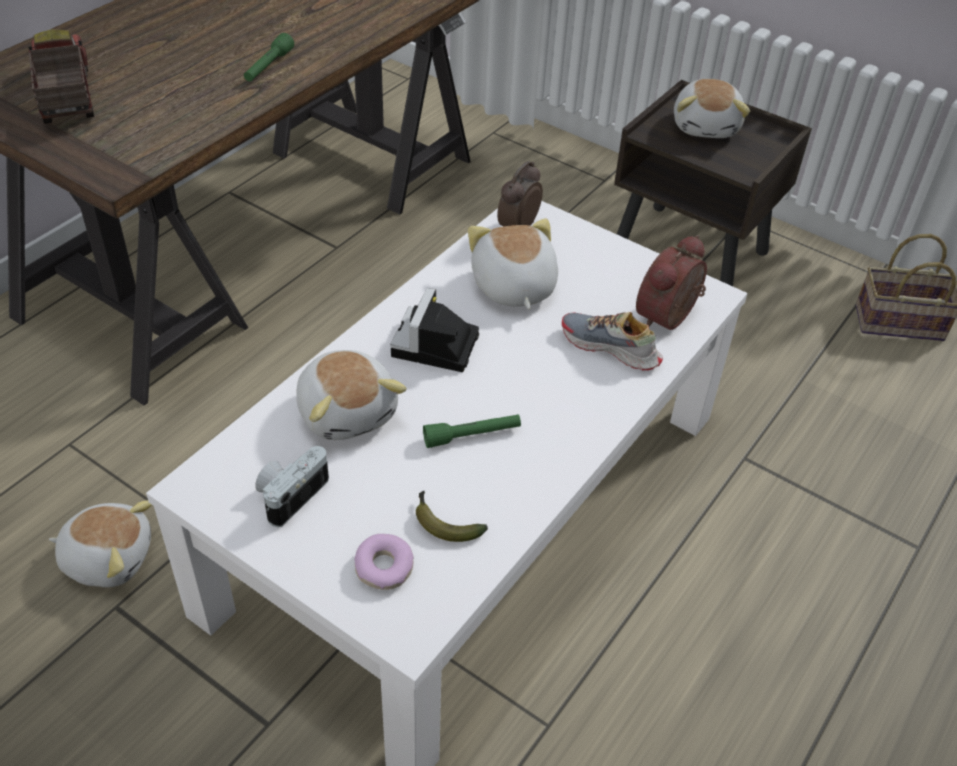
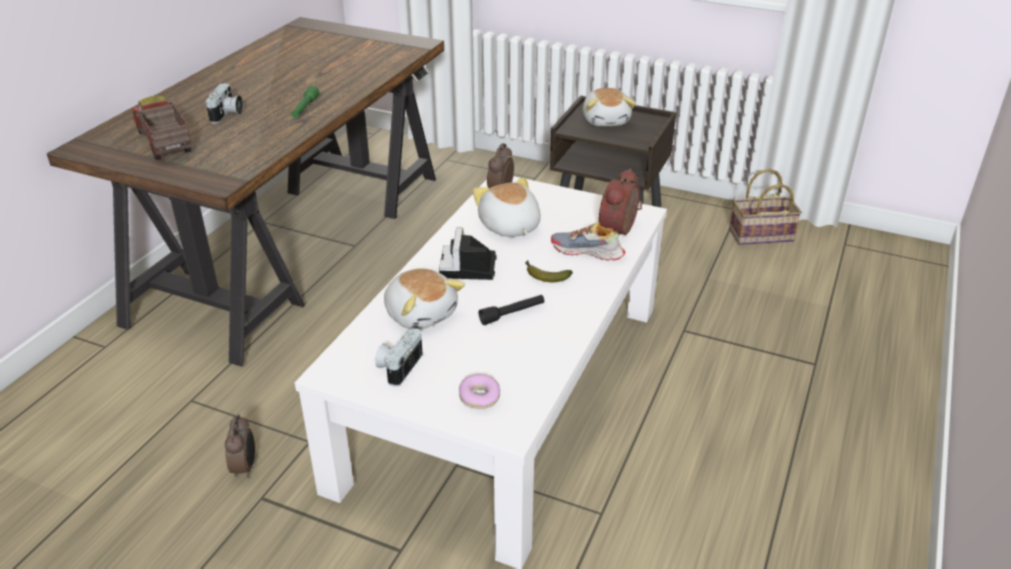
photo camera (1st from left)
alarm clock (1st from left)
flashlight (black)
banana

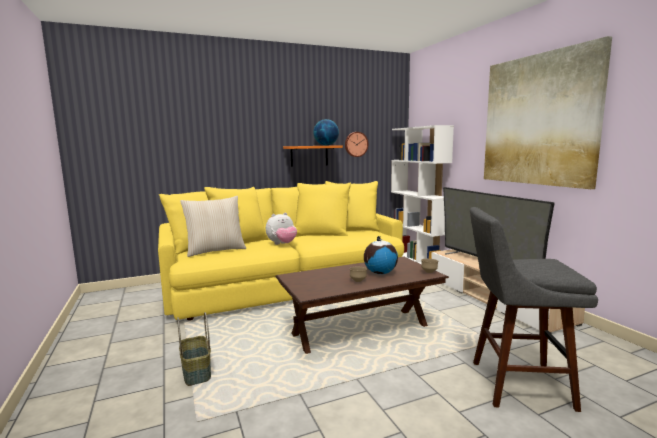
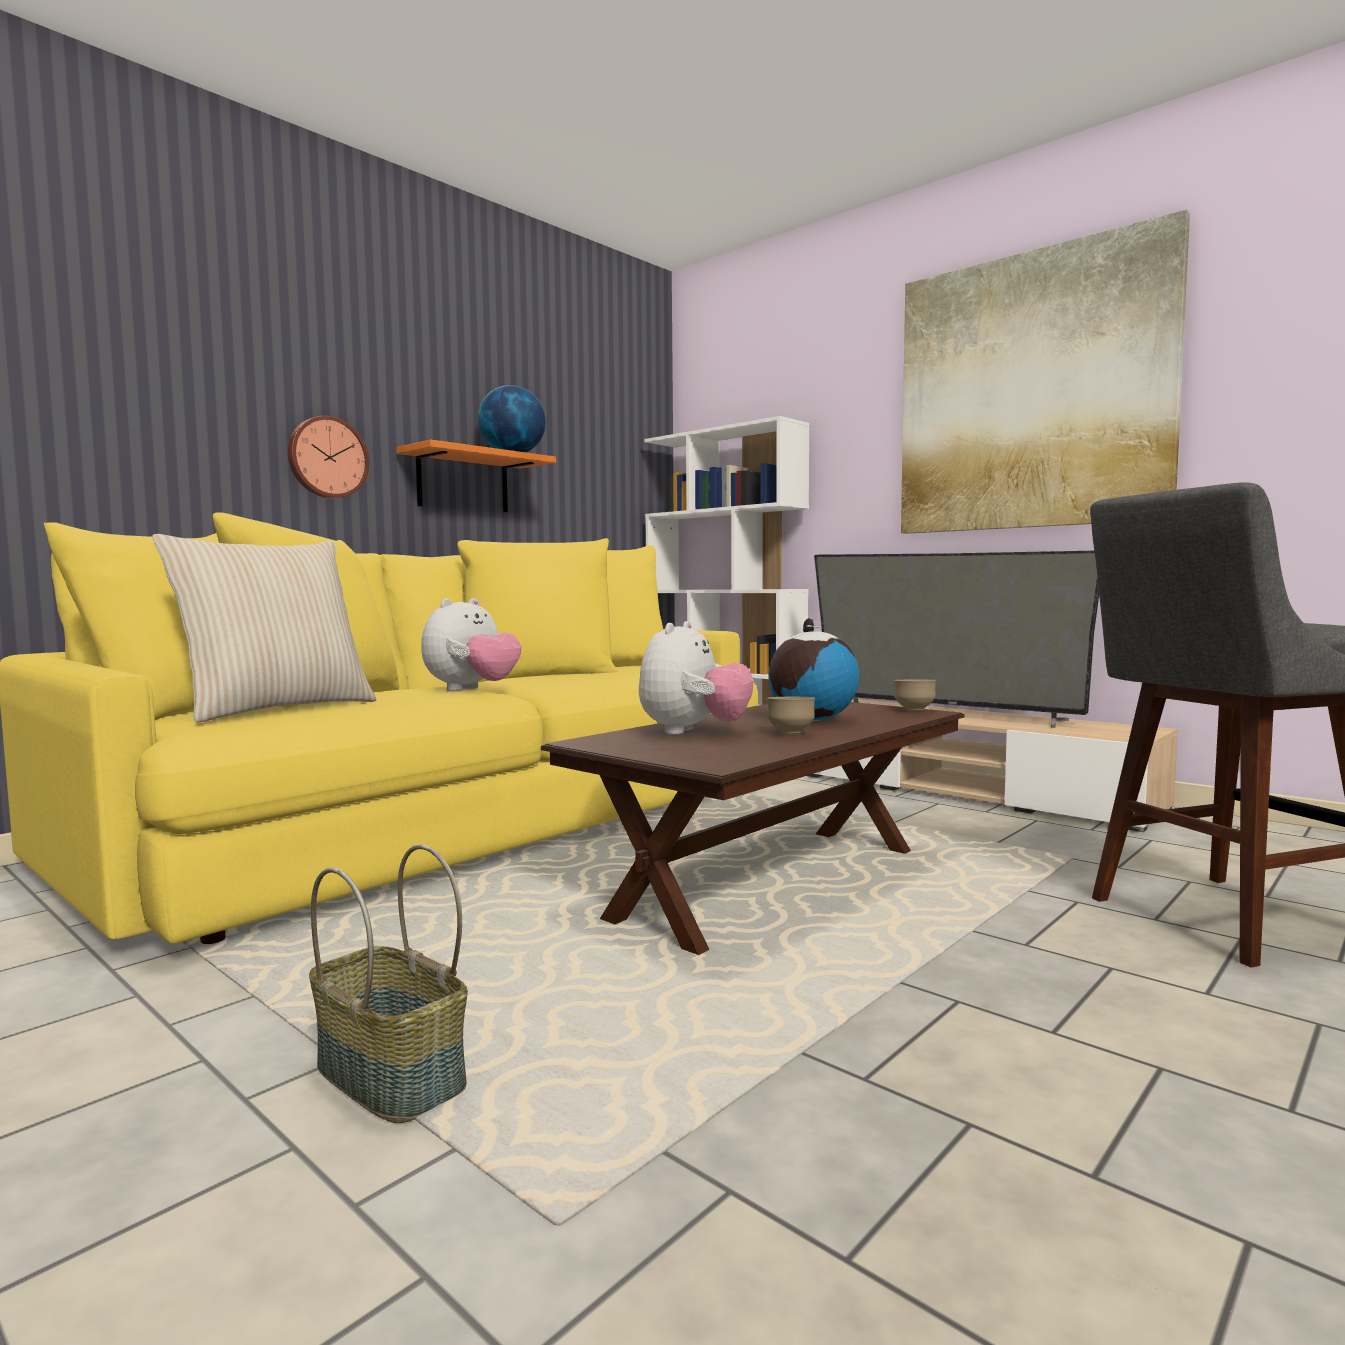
wall clock
plush toy (2nd from left)

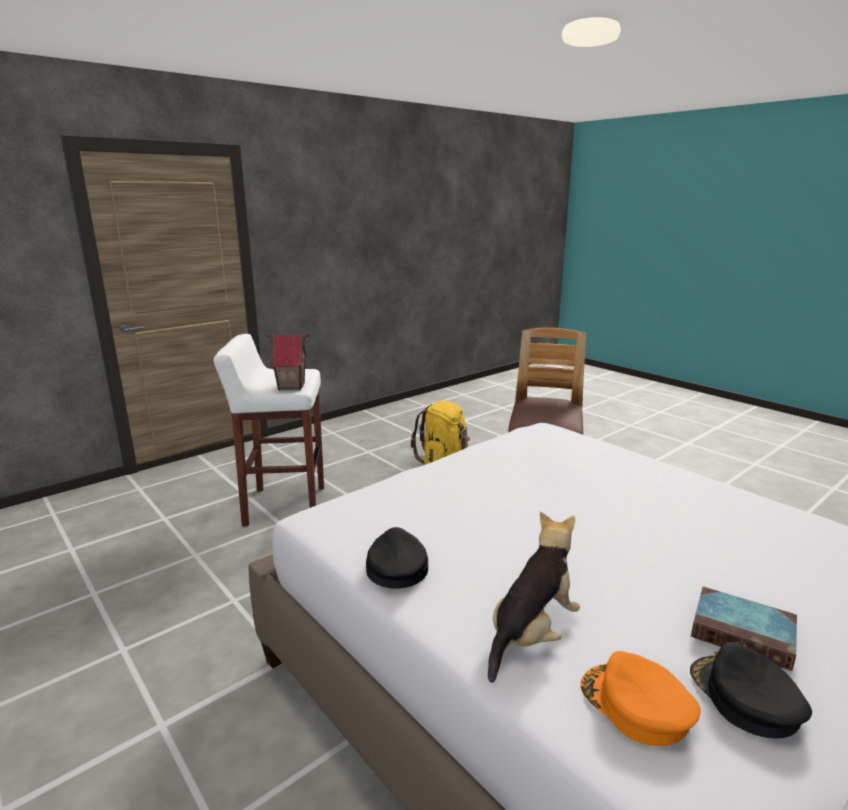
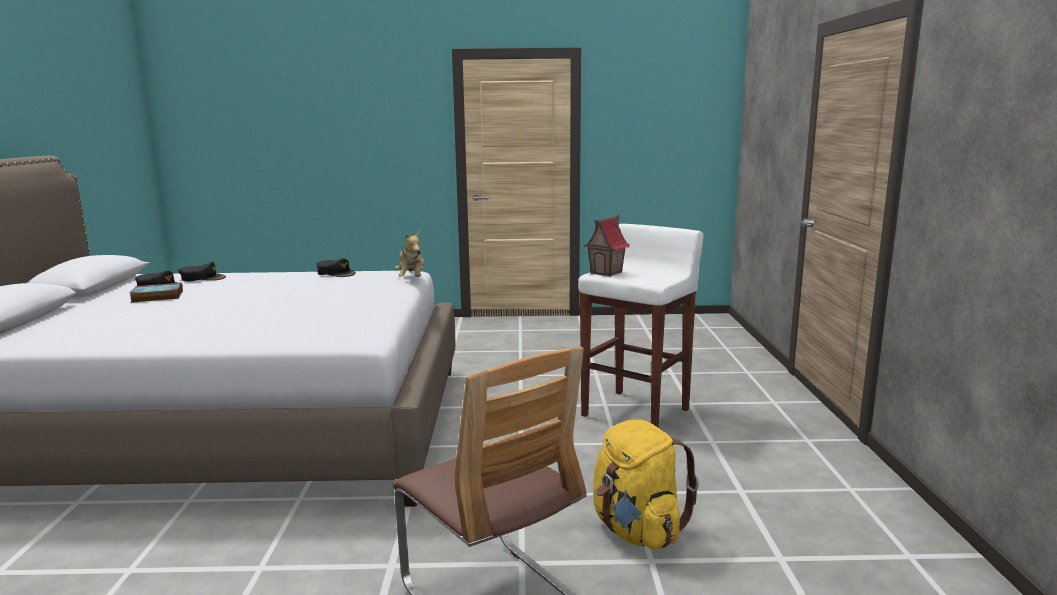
cap (black) (2nd from left)
plush toy

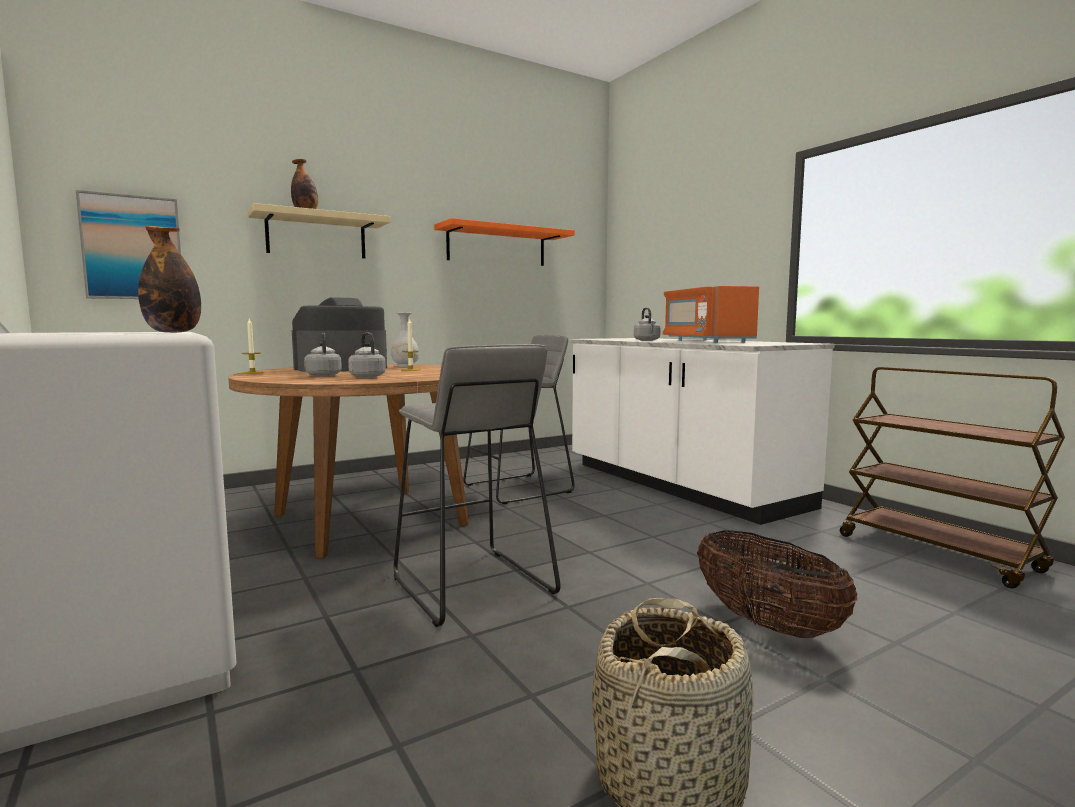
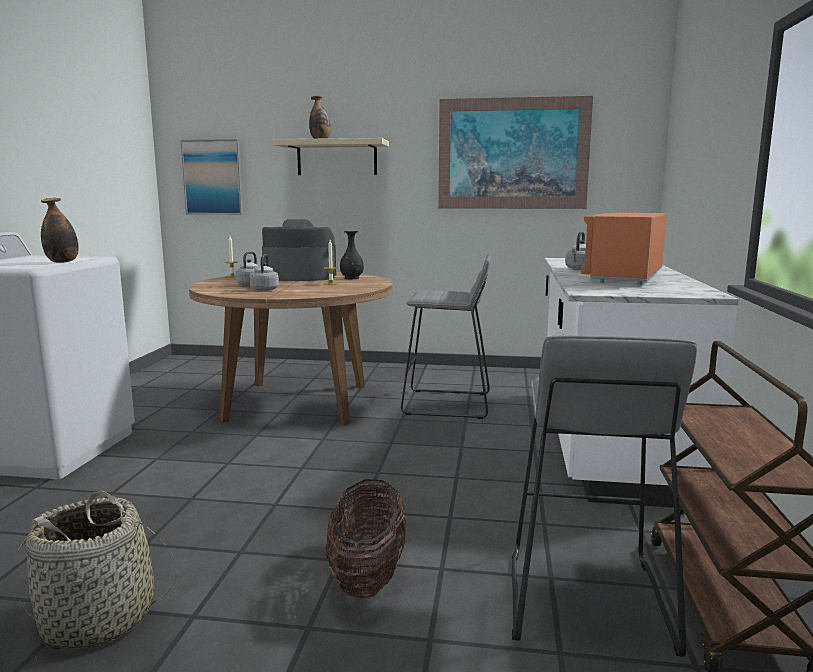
vase (black)
picture (2nd from left)
stool (grey) (2nd from left)

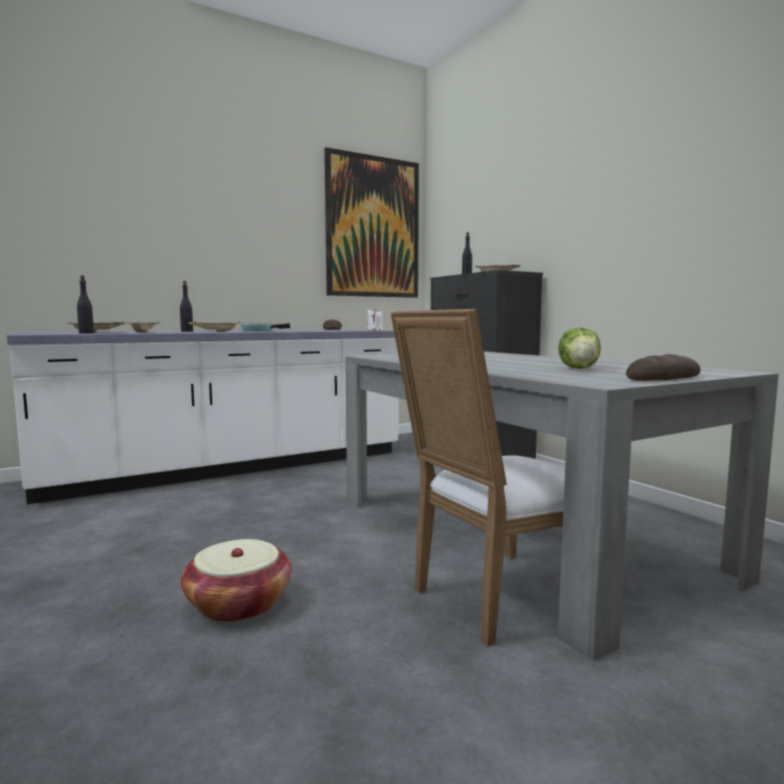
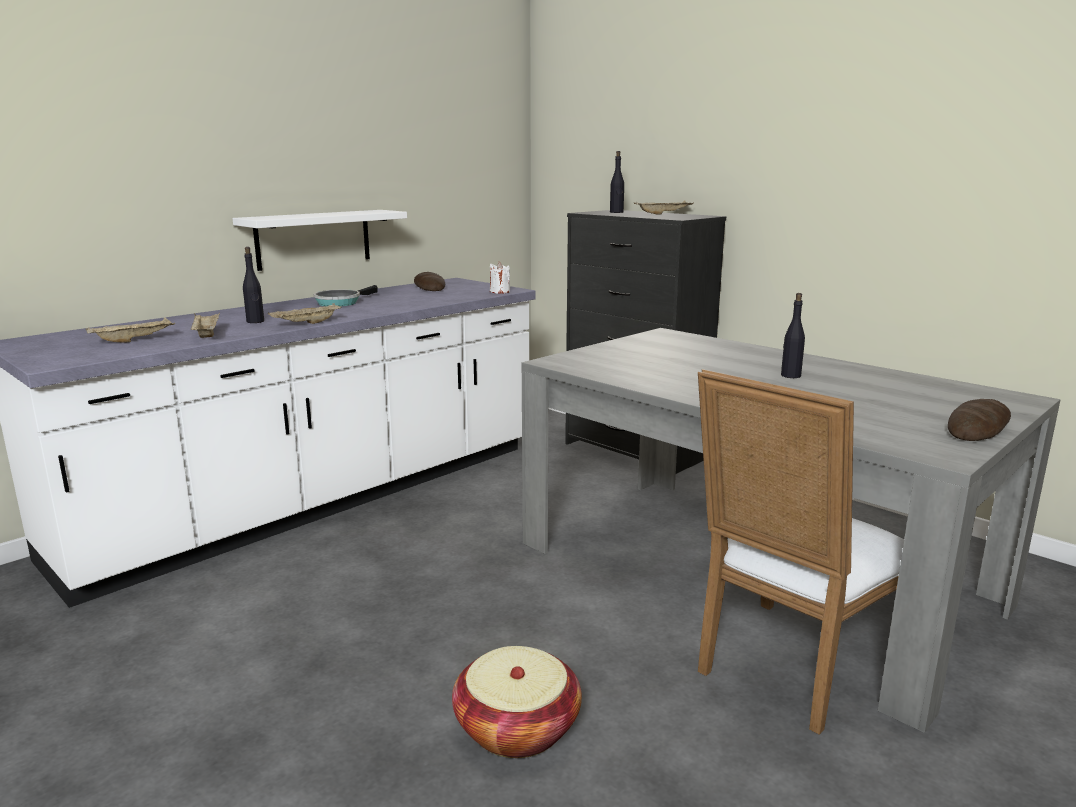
shelf (white)
bottle (black) (3rd from left)
picture
lettuce

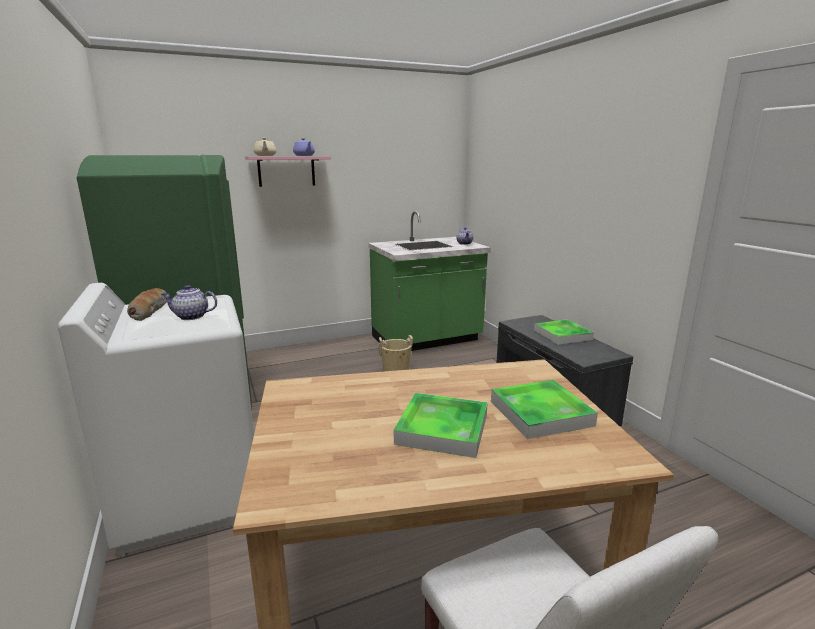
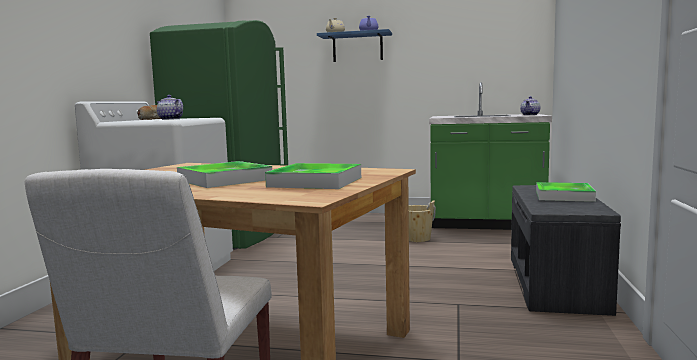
shelf (blue)

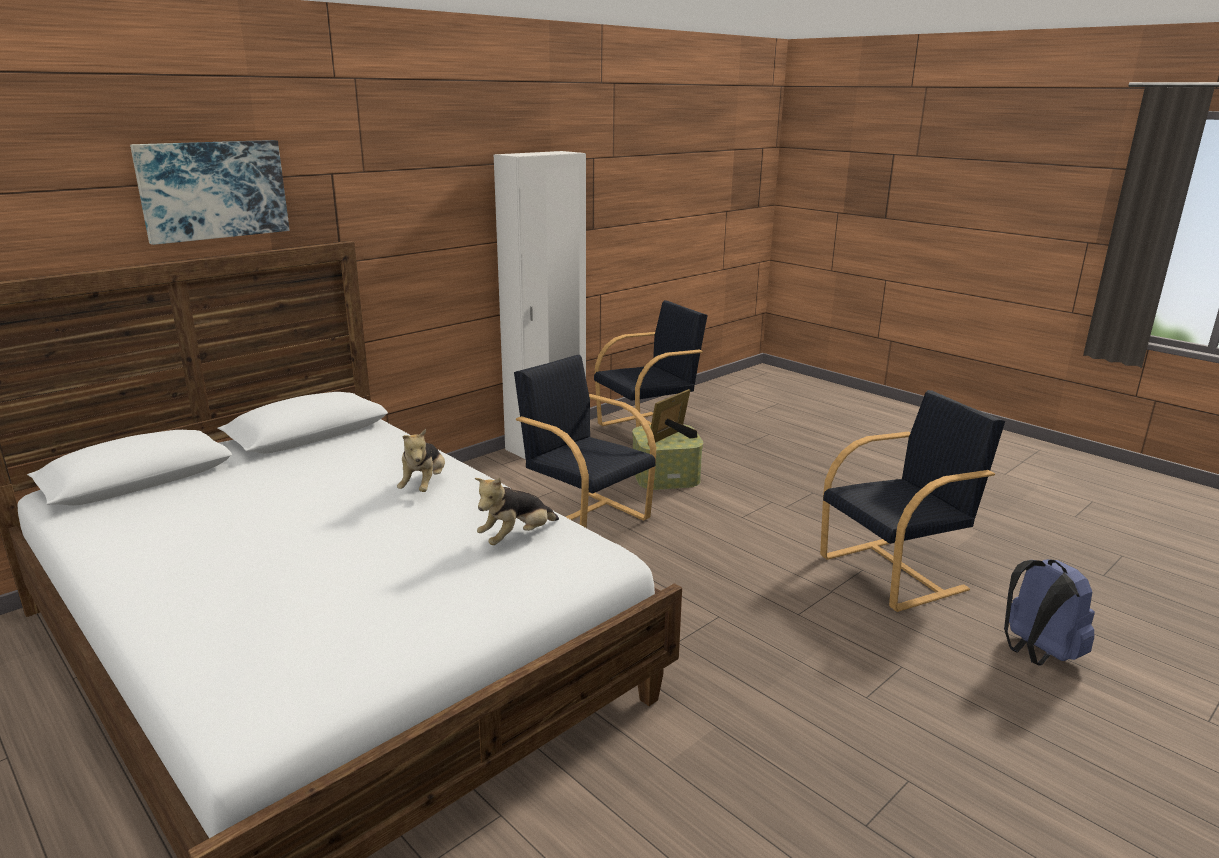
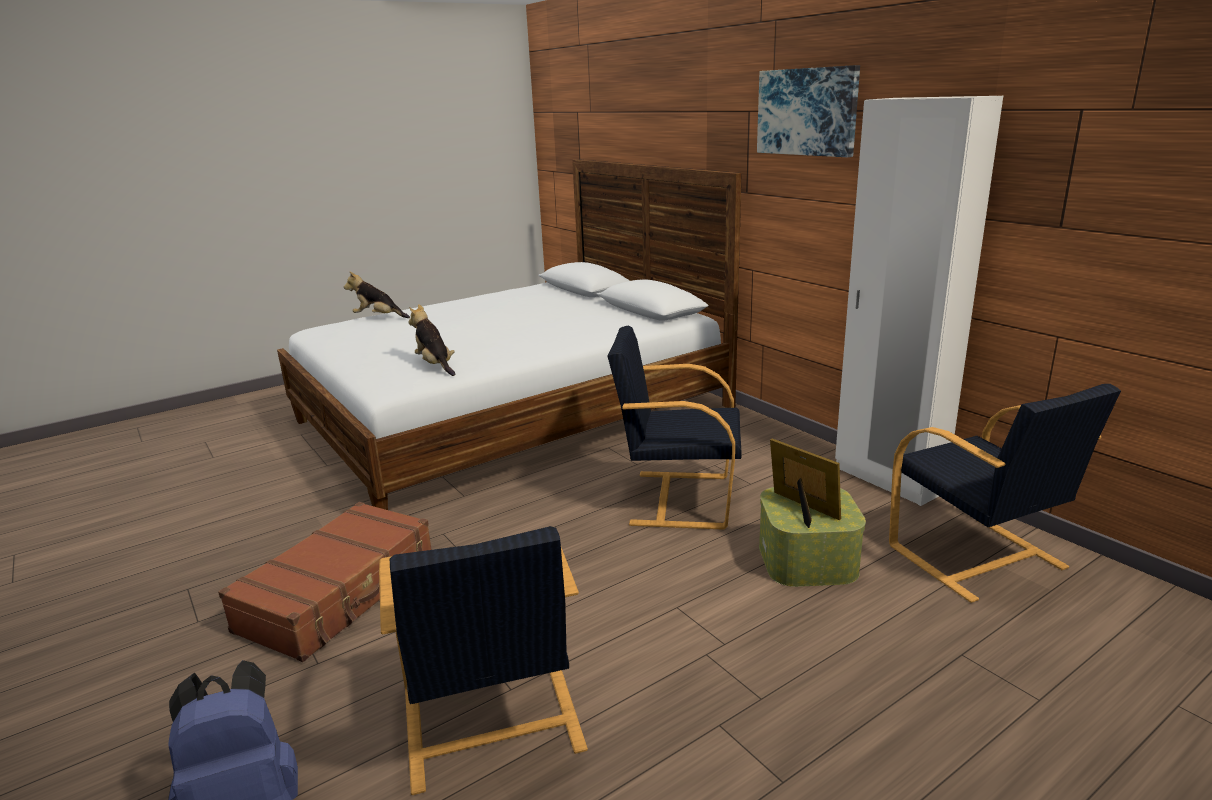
suitcase (brown)
plush toy (1st from left)
armchair (black) (2nd from left)
picture

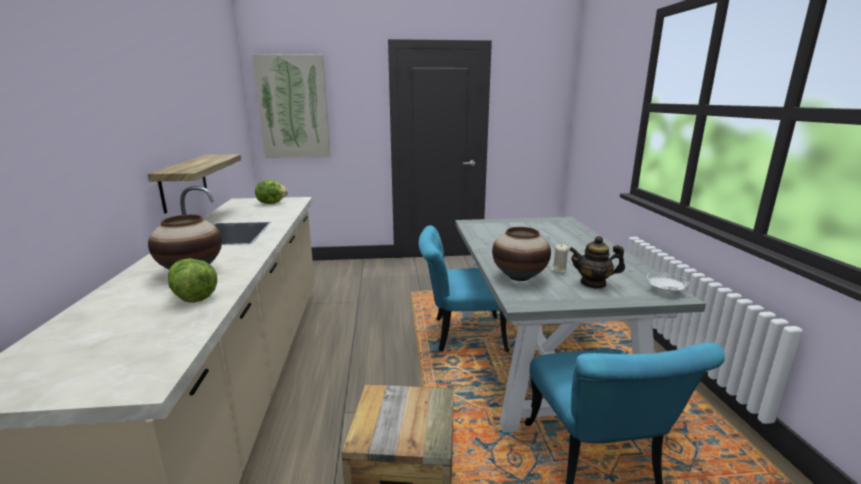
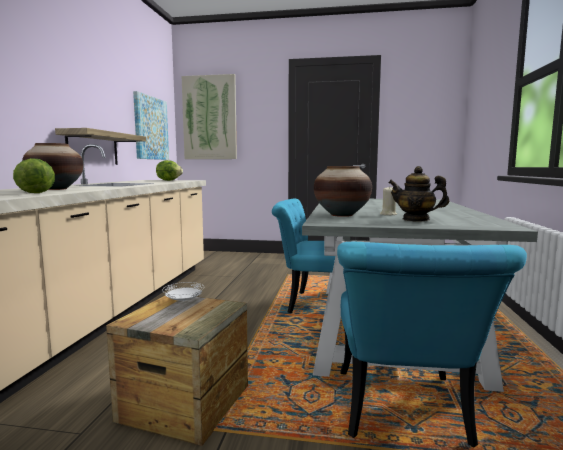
picture (1st from left)
plate (white)

